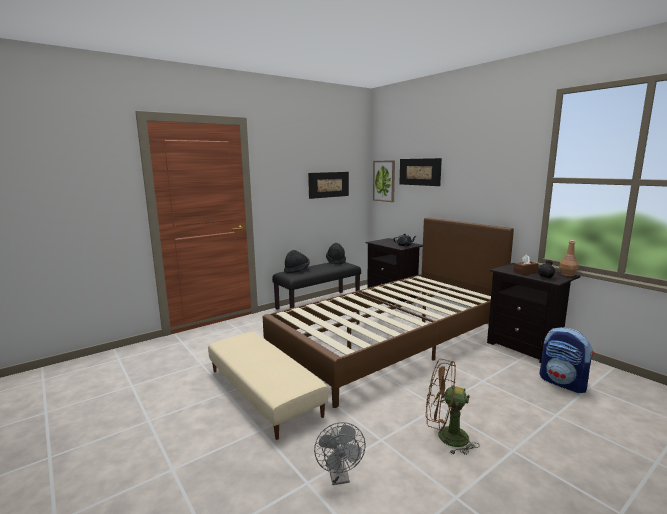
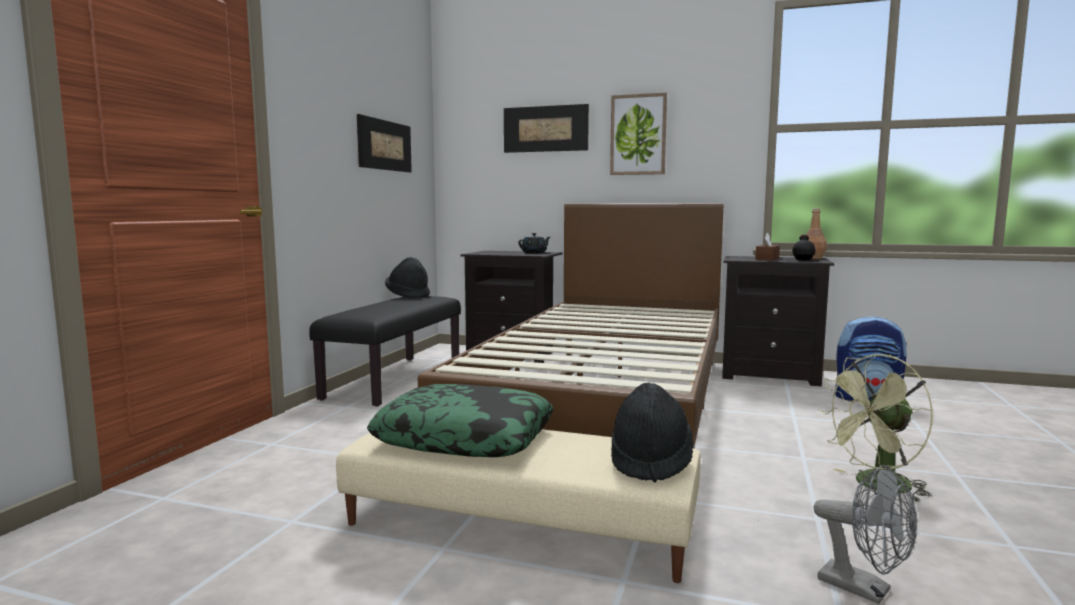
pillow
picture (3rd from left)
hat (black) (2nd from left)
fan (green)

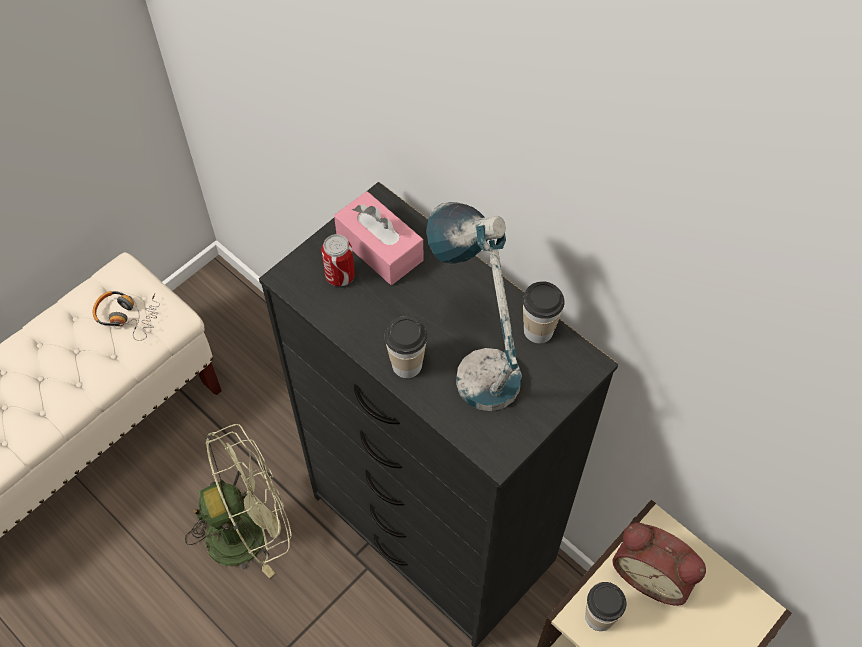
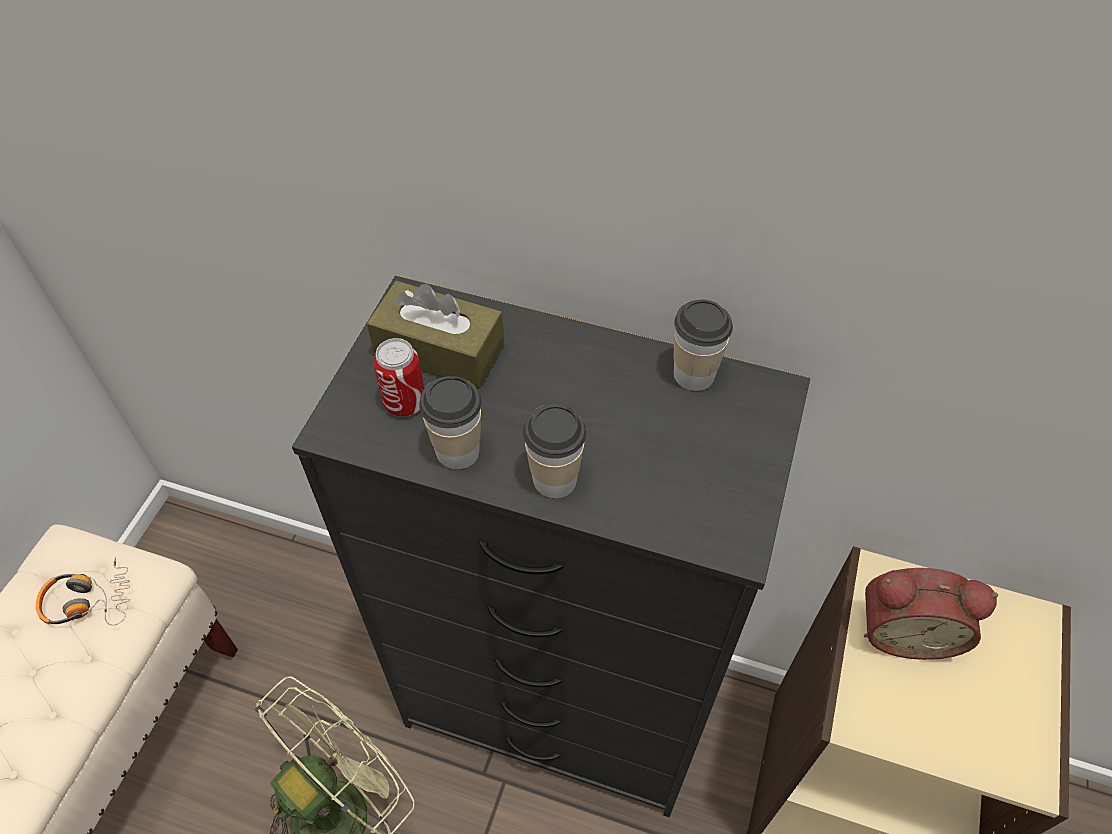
tissue box (brown)
cup (1st from left)
table lamp

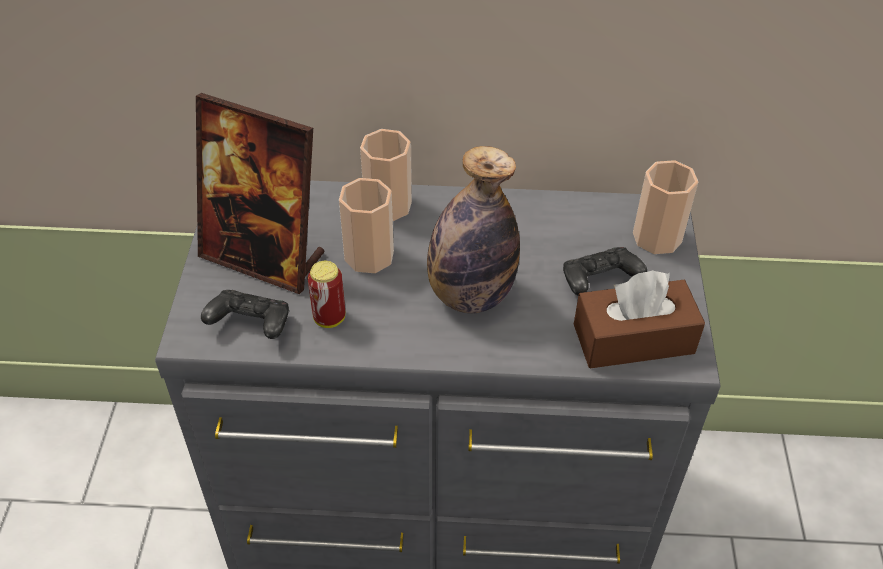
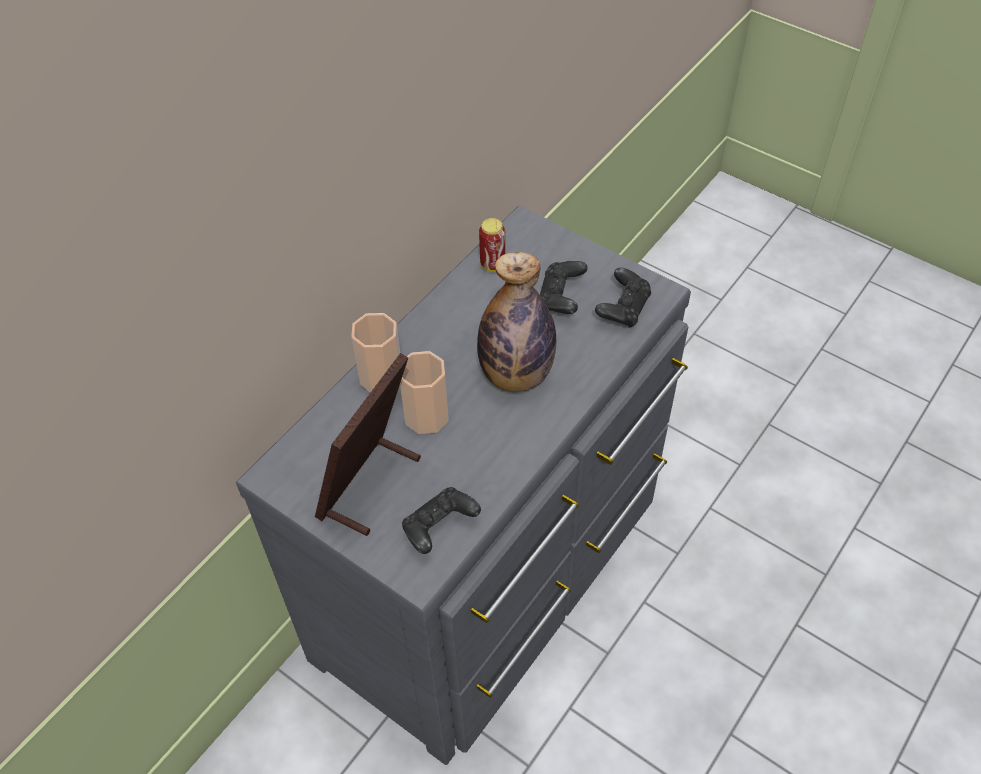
picture frame
can
game controller (black) (3rd from left)
cup (3rd from left in the first image)

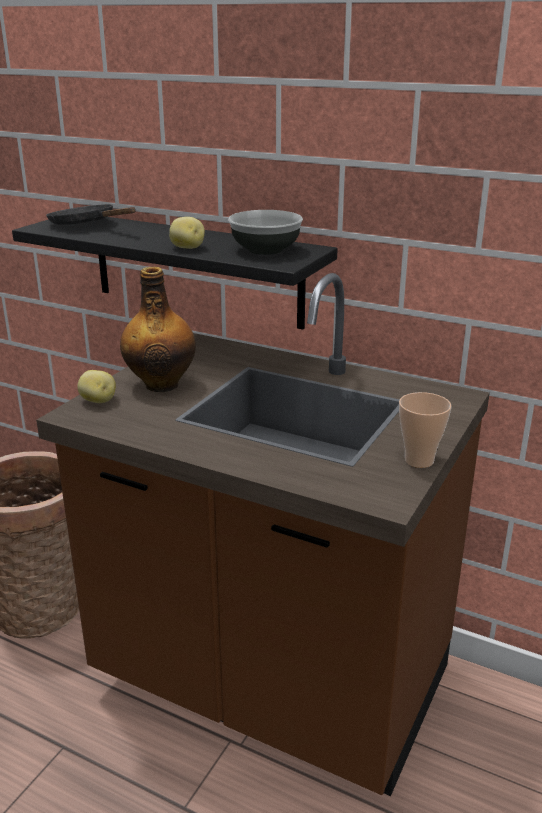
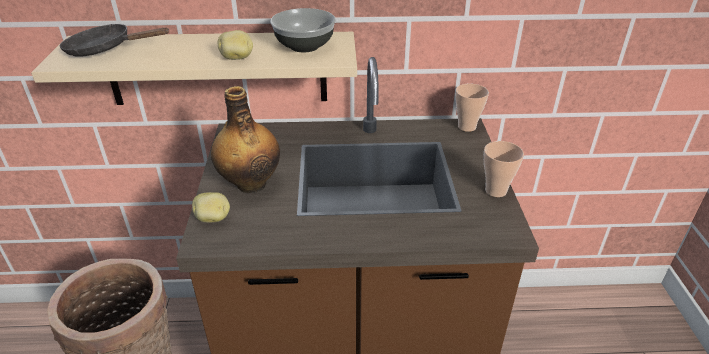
shelf (beige)
cup (1st from left)

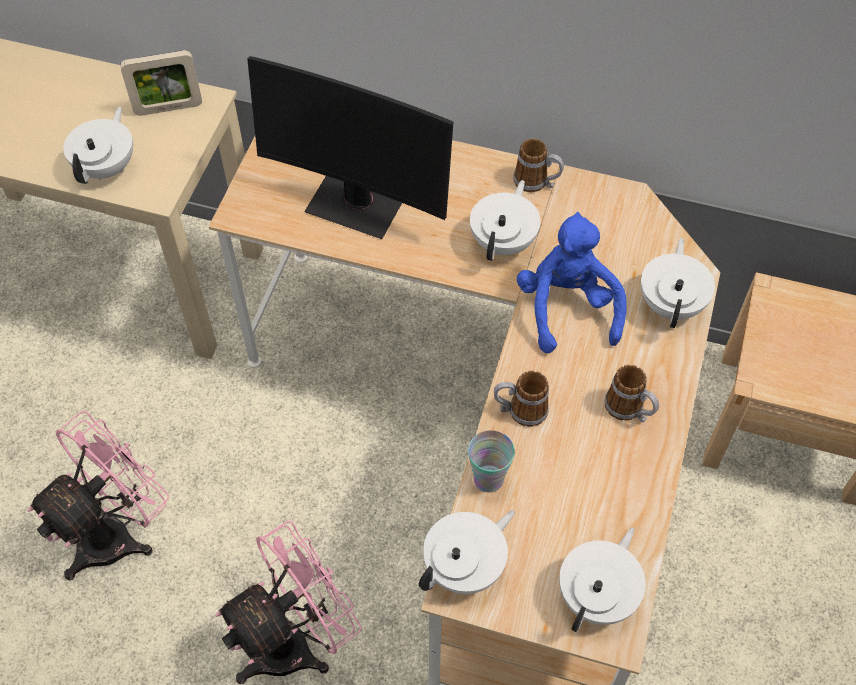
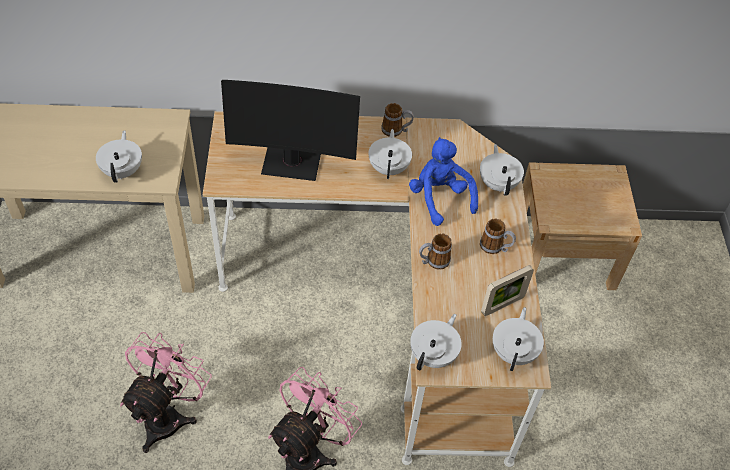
picture frame
cup

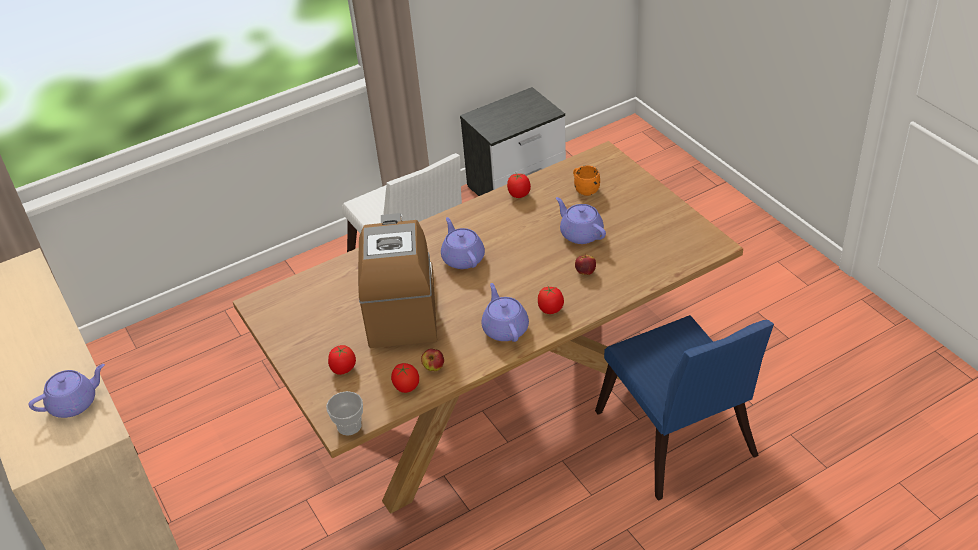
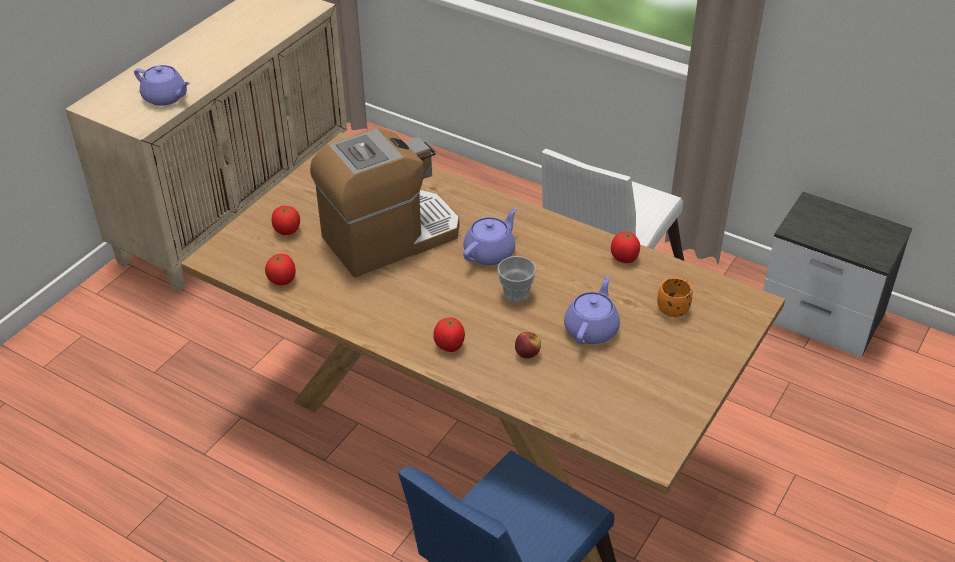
cup
apple (1st from left in the first image)
teapot (purple) (3rd from left in the first image)

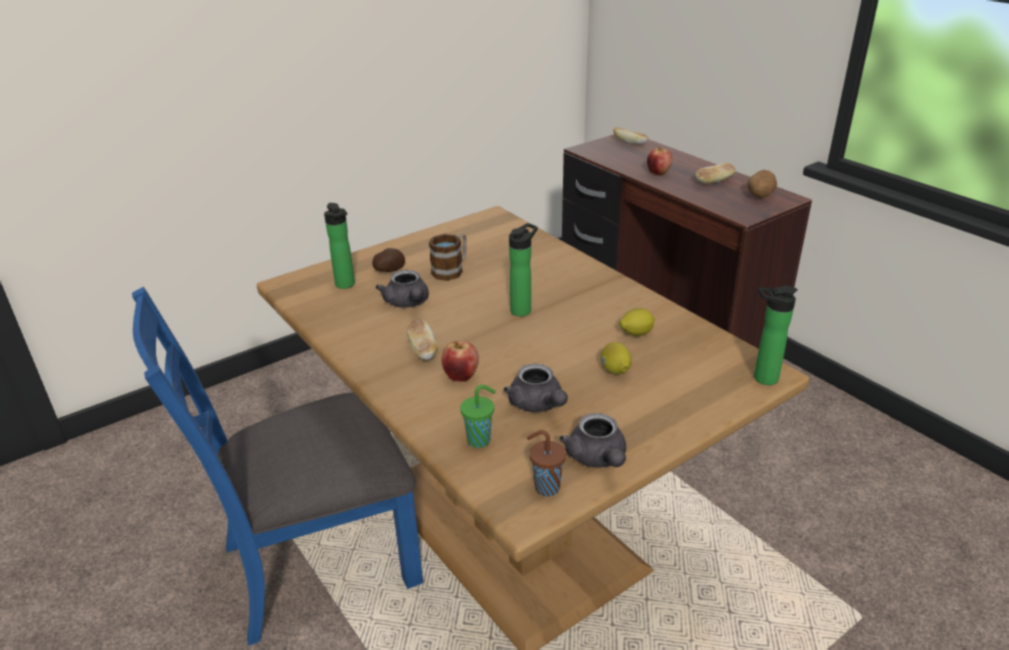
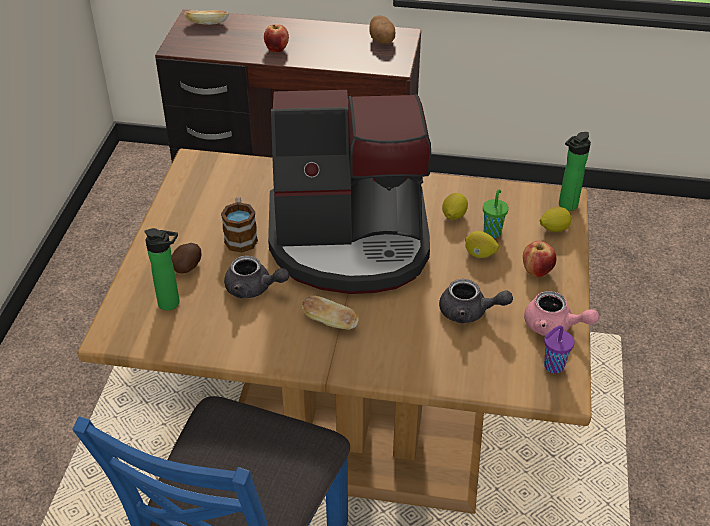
coffee machine
cup (green)
apple (2nd from left)
teapot (pink)
lemon (3rd from left)
cup (purple)
bread (3rd from left in the first image)

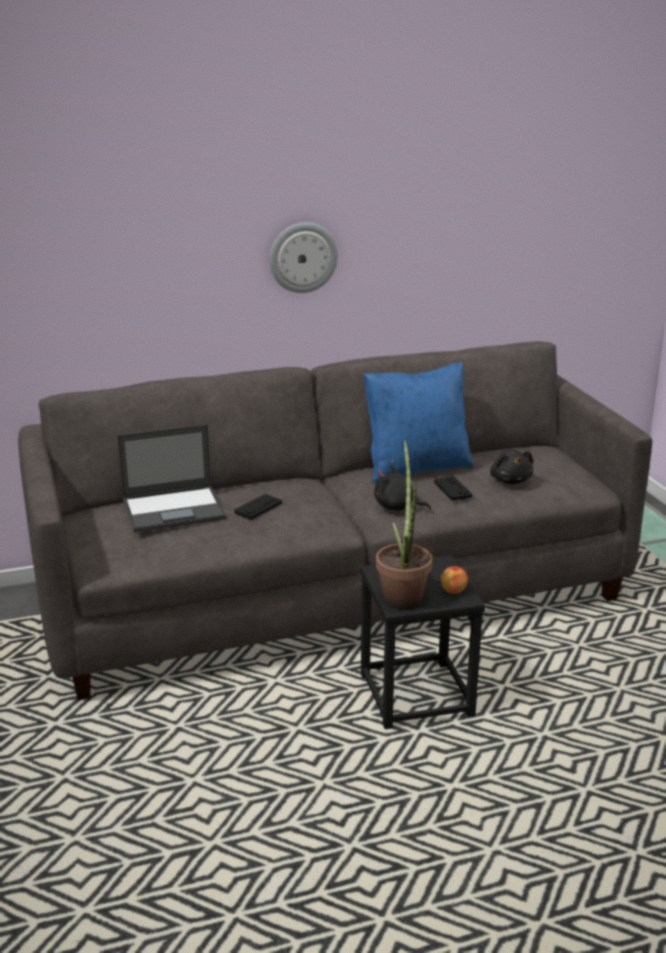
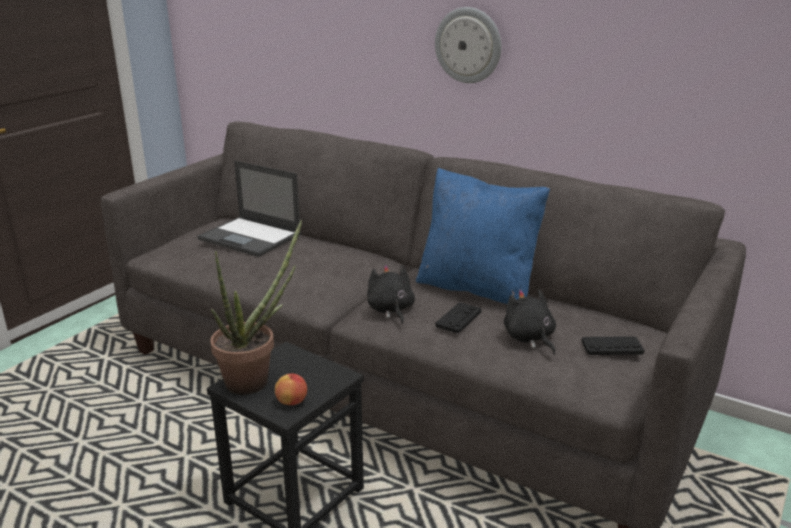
plush toy (black) (2nd from left)
game controller (black) (2nd from left)

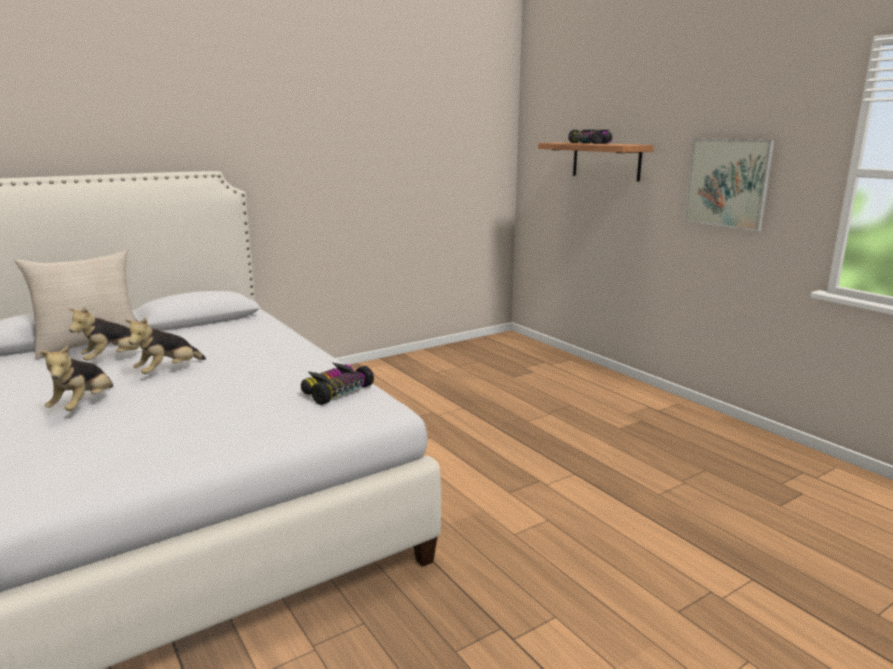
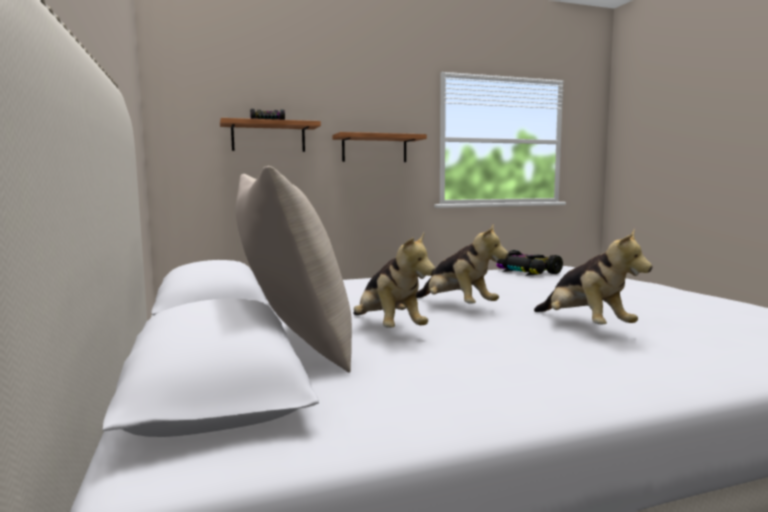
shelf (2nd from left)
plush toy (3rd from left)

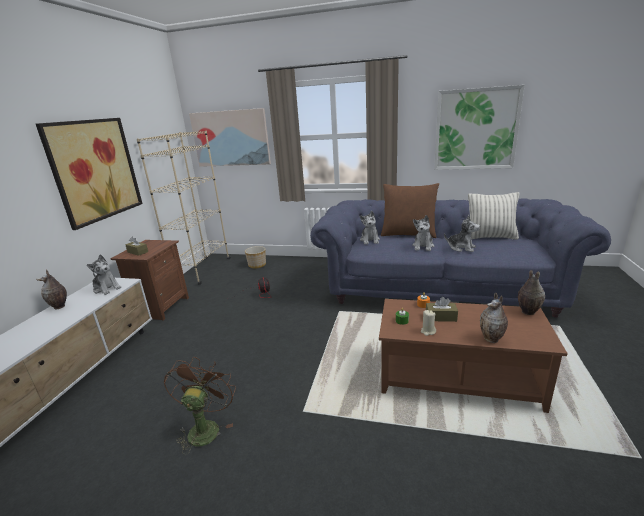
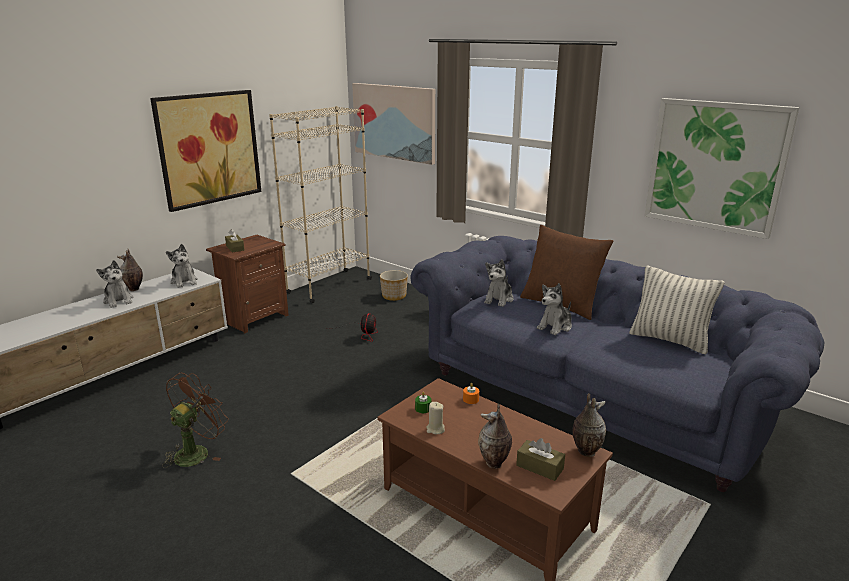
plush toy (1st from left)
tissue box (brown) (2nd from left)

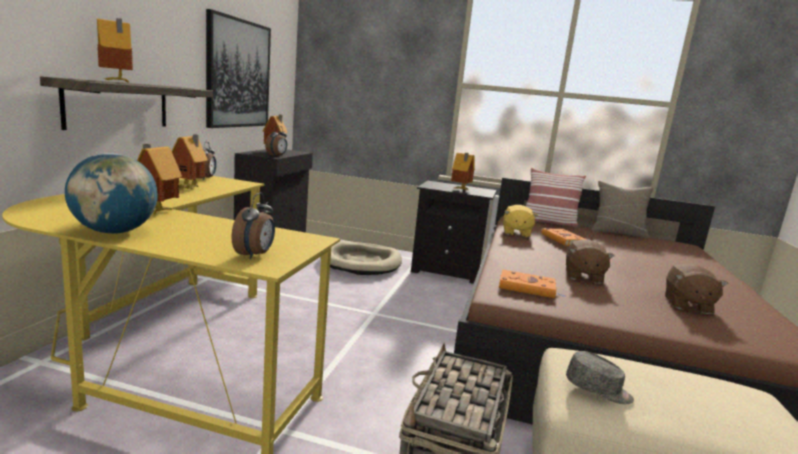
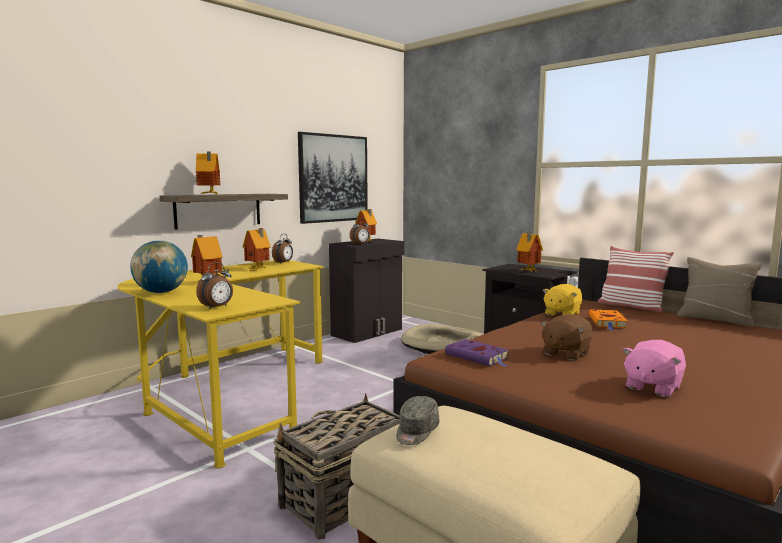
cap (grey)
book (purple)
plush toy (pink)

